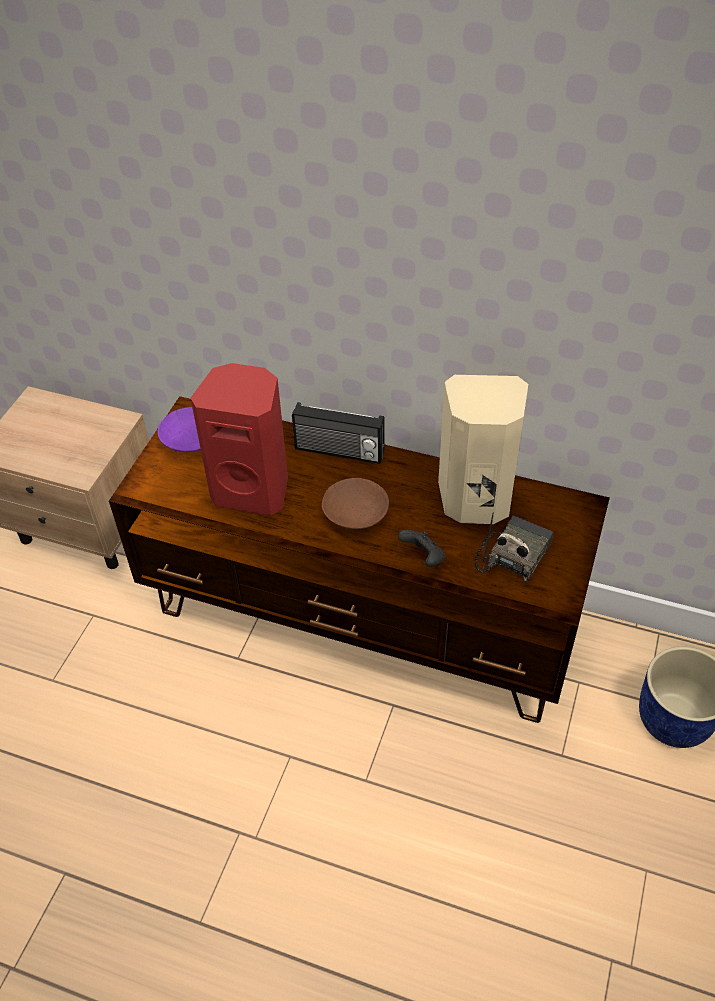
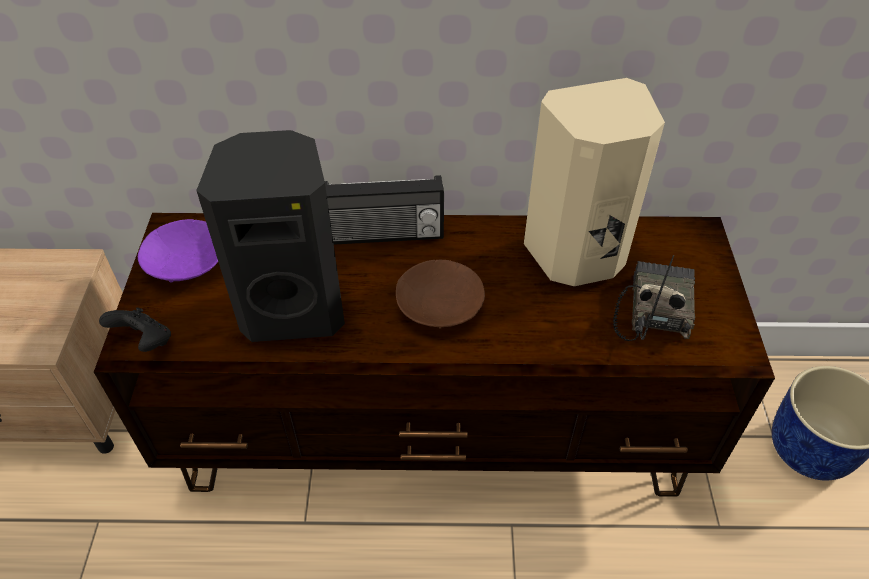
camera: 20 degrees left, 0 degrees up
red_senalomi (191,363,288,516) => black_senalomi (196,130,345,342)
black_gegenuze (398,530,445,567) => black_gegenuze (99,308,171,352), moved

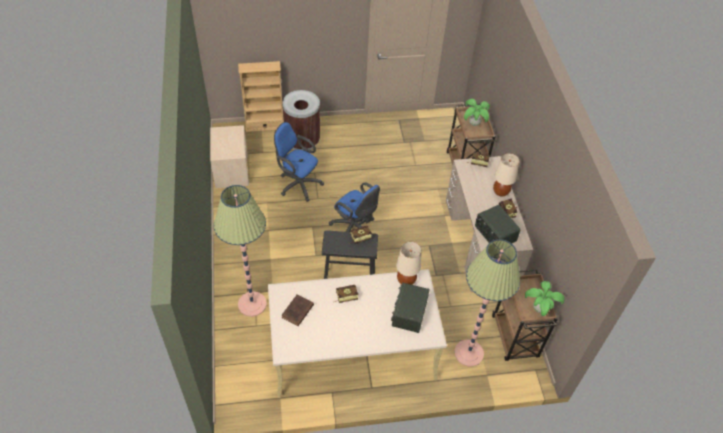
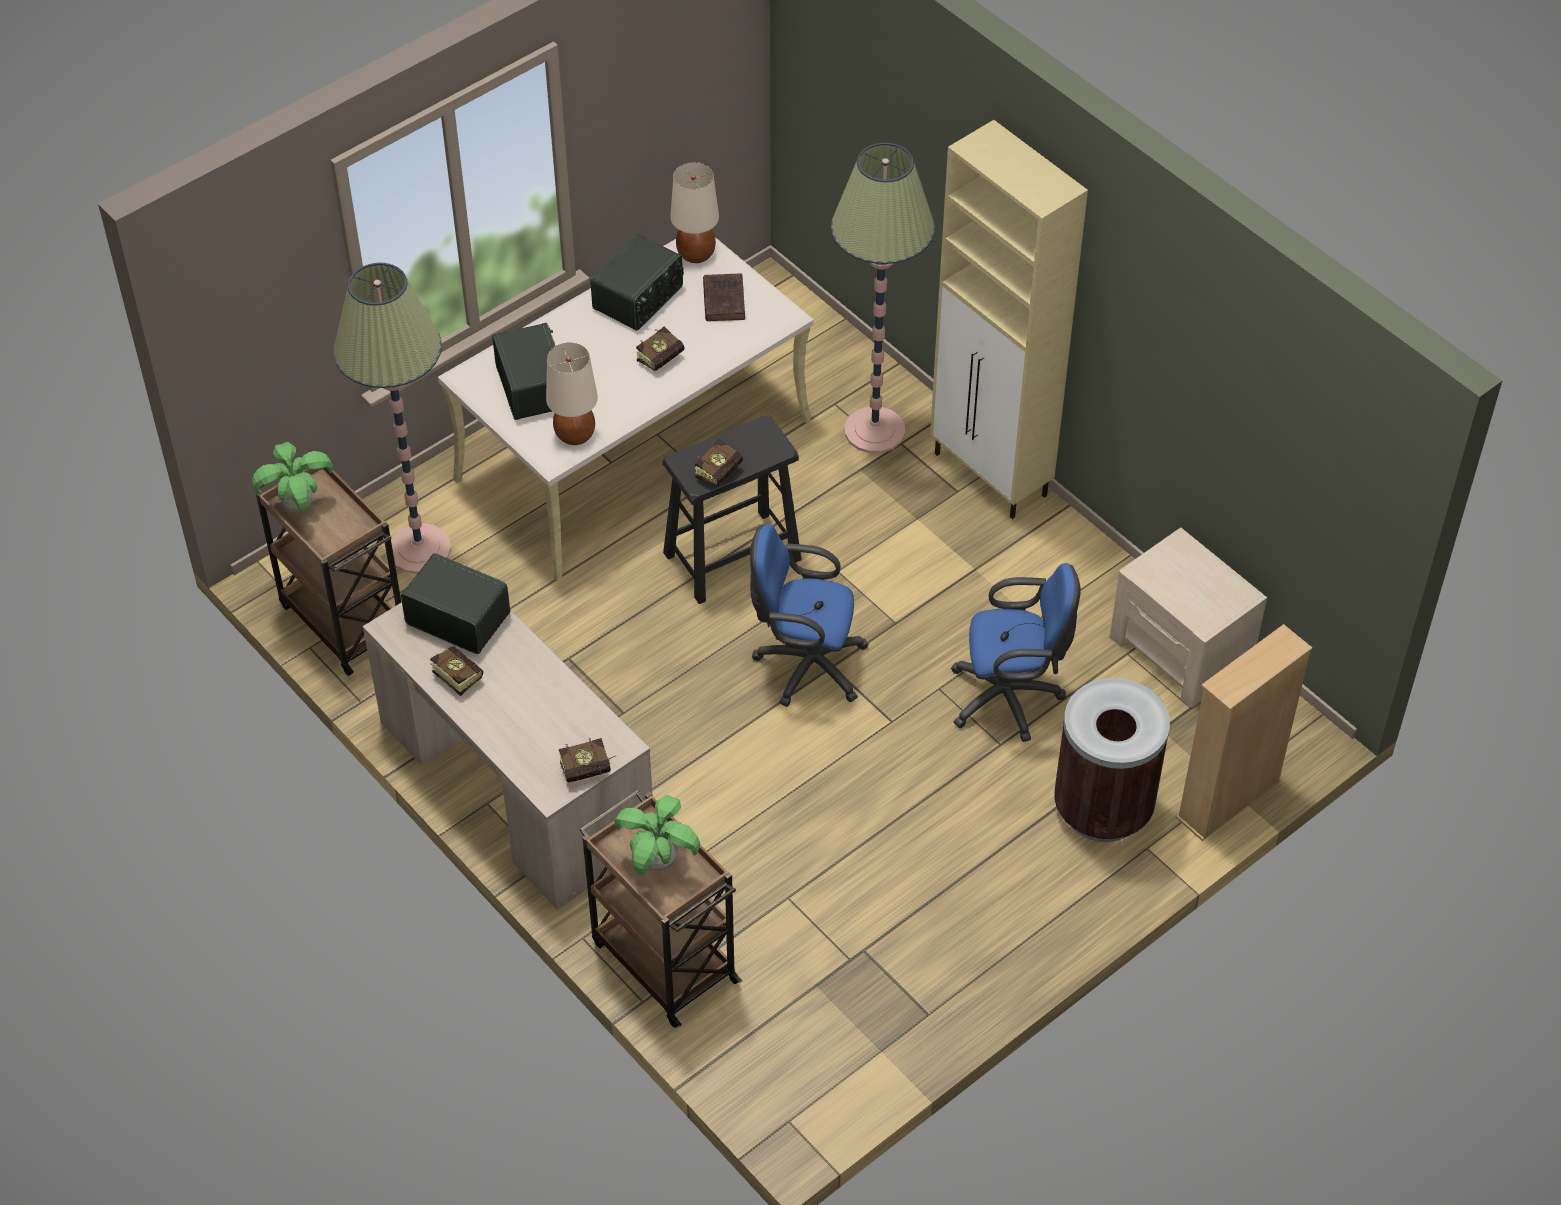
camera: 150 degrees right, 0 degrees up
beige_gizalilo (493,153,520,196) => beige_gizalilo (670,162,719,263), moved
nothing => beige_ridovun (930,120,1088,519)
nothing => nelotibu (590,234,684,331)

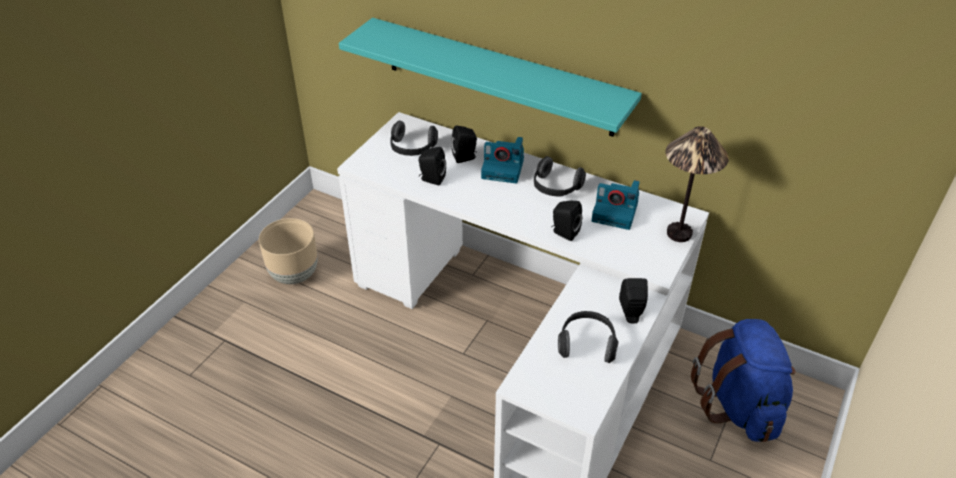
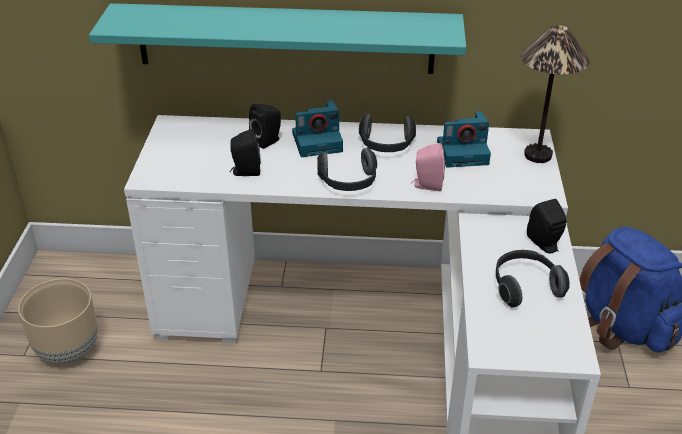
camera: 25 degrees left, 5 degrees down
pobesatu (390,121,438,156) => pobesatu (317,148,377,191), moved
black_senalomi (551,200,582,241) => pink_senalomi (411,143,445,191)

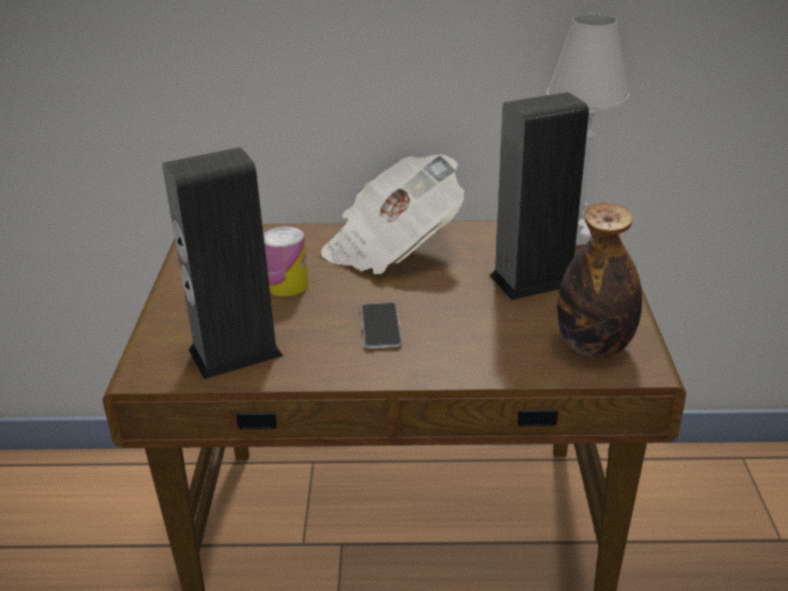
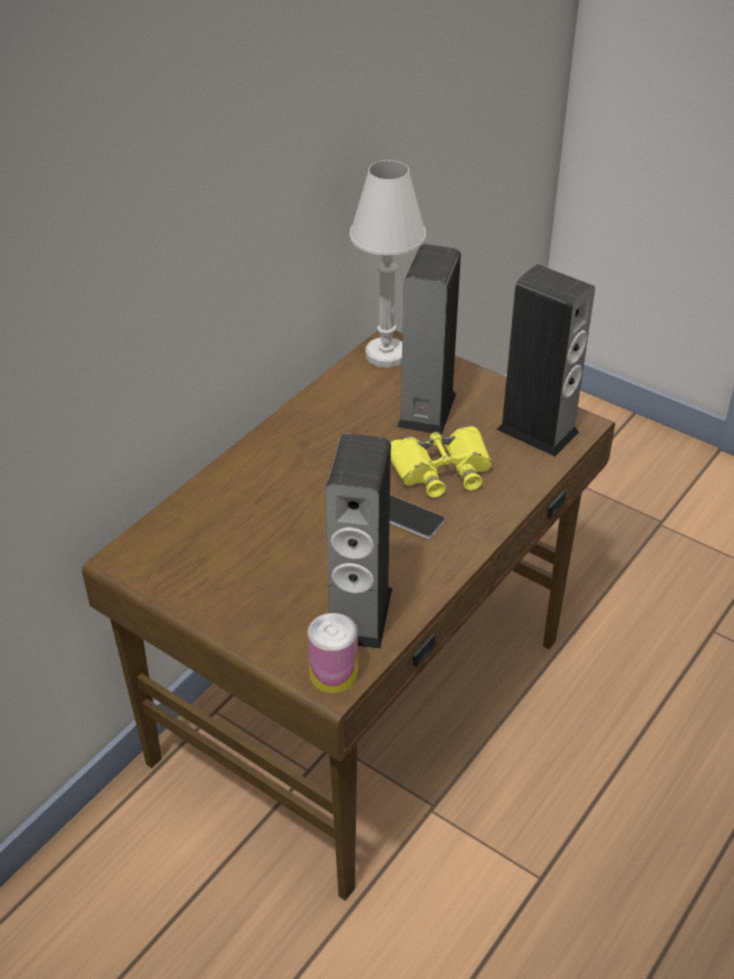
camera: 55 degrees left, 10 degrees up
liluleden (321,154,465,274) => nothing
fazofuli (557,202,642,358) => senalomi (496,264,595,457)
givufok (263,227,308,297) => givufok (308,613,358,693), moved
nothing => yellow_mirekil (390,426,492,498)

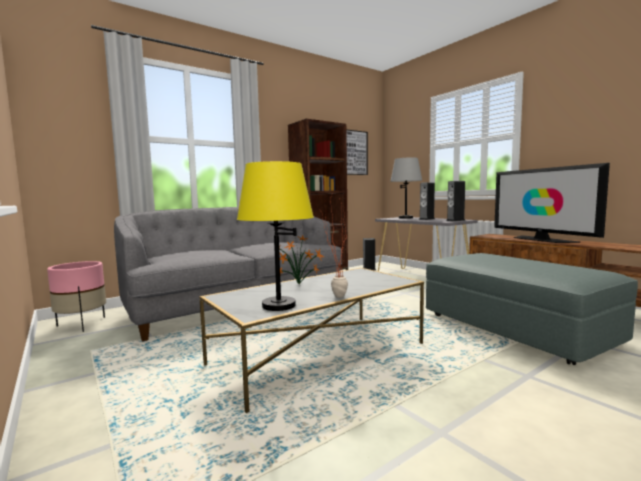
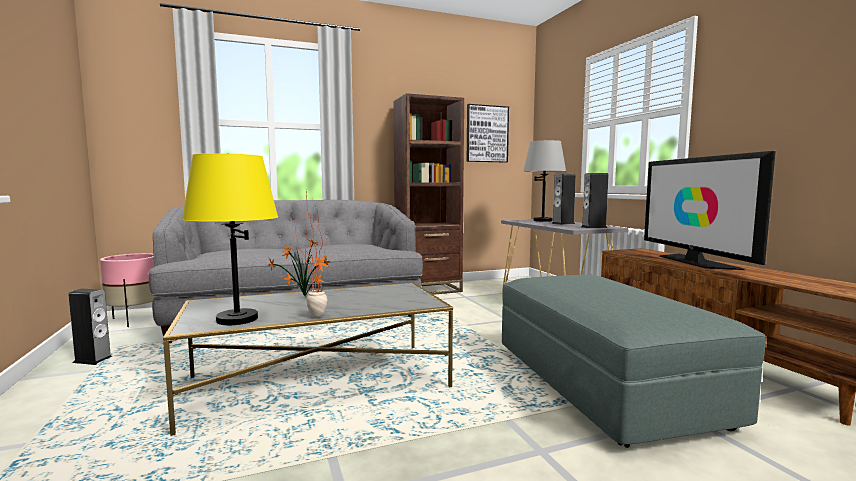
camera: 15 degrees right, 0 degrees up
senalomi (363,238,376,270) => senalomi (68,289,112,365), moved

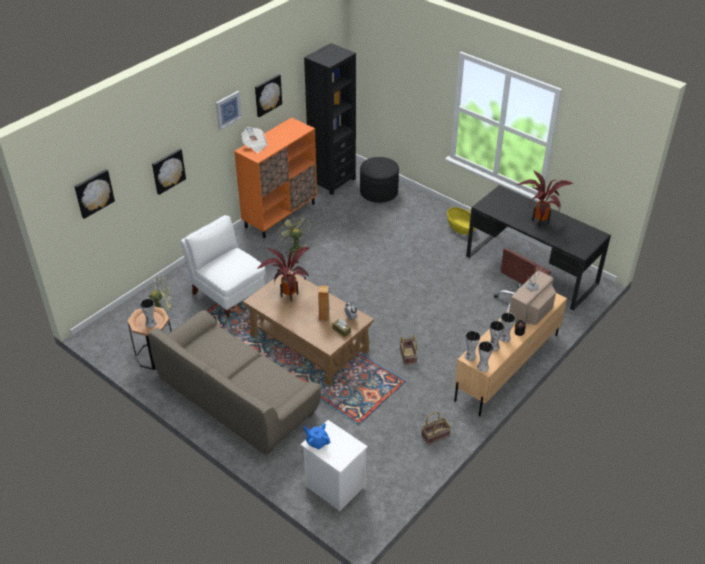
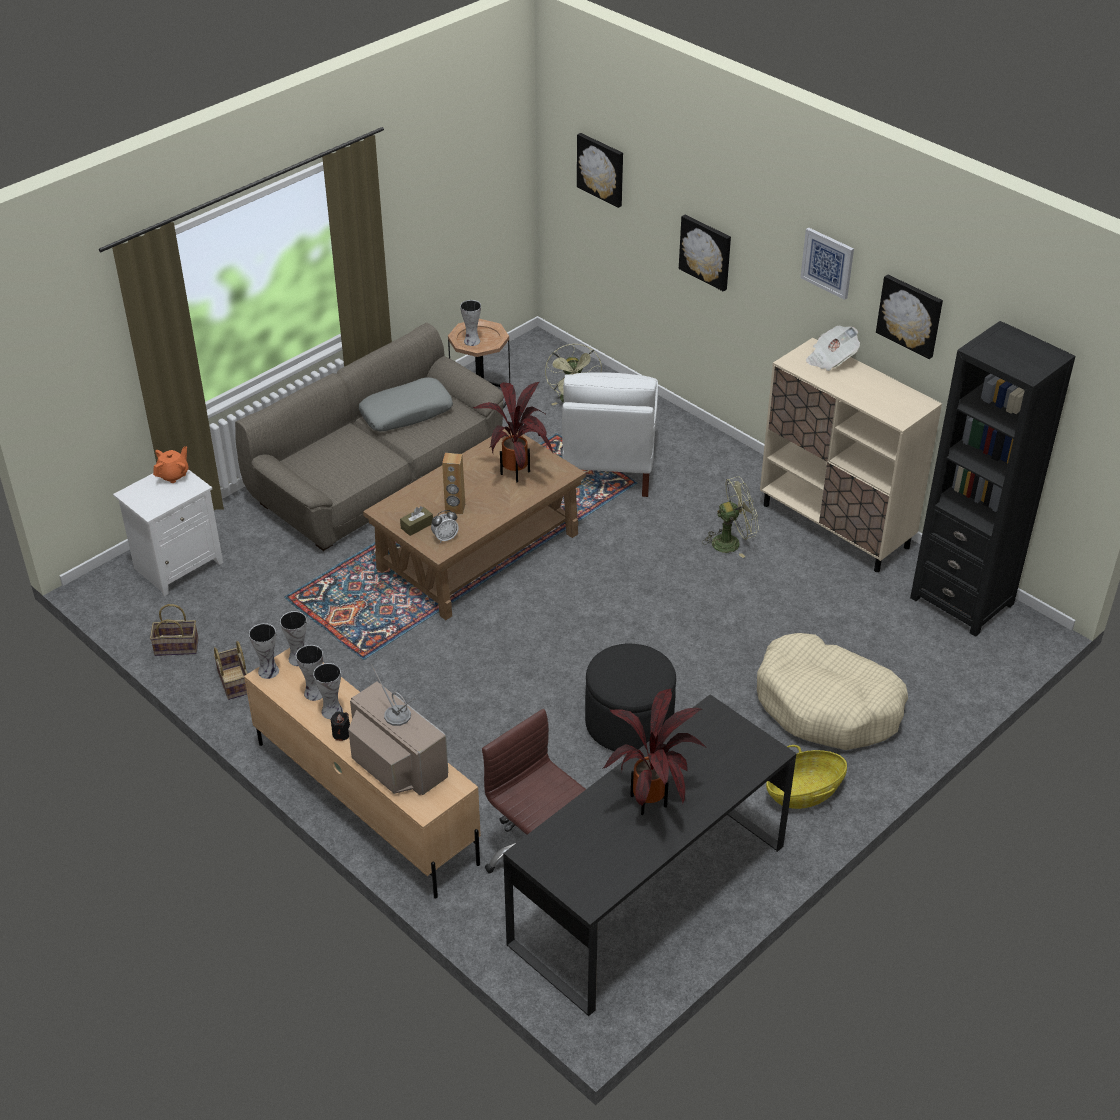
camera: 95 degrees right, 0 degrees up
orange_ridovun (234,118,317,238) => beige_ridovun (760,338,942,572)
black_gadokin (360,157,399,203) => black_gadokin (585,644,676,754), moved
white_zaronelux (181,215,265,319) => white_zaronelux (562,372,658,497), 135 degrees clockwise
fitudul (400,335,418,365) => fitudul (150,604,199,656), moved
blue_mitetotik (303,423,331,449) => orange_mitetotik (153,446,189,483)
nothing => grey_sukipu (359,377,453,431)
nothing => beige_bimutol (757,633,908,750)

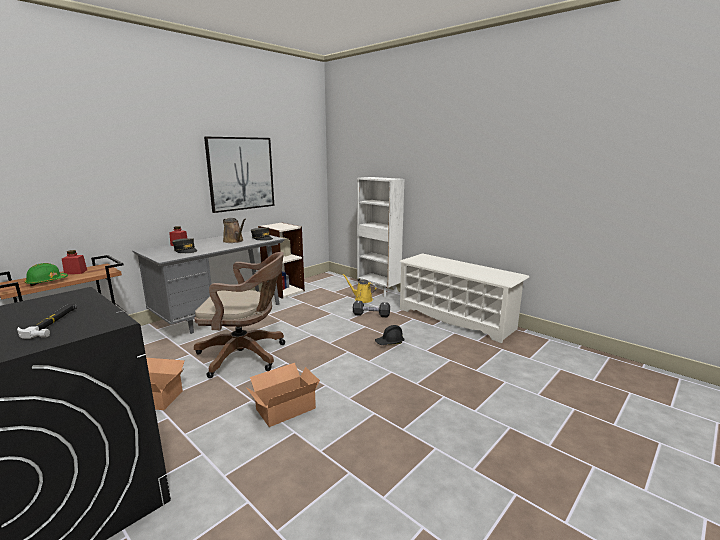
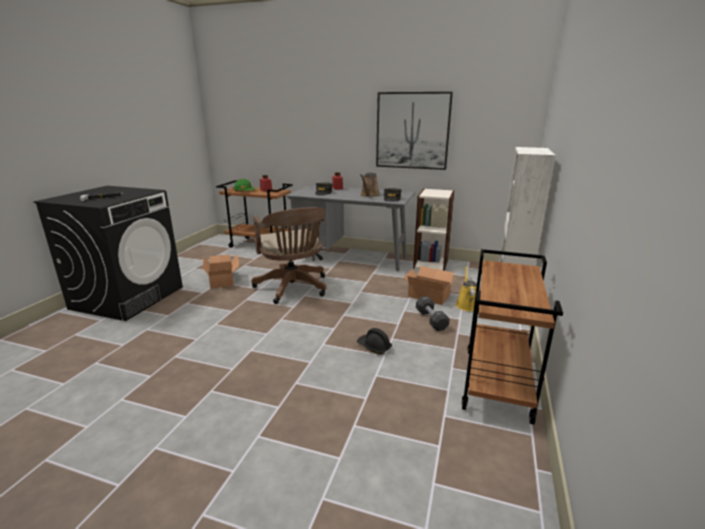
camera: 65 degrees right, 5 degrees up
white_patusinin (399,253,529,343) => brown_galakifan (462,249,563,425)
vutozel (246,363,320,427) => vutozel (404,266,455,305), moved

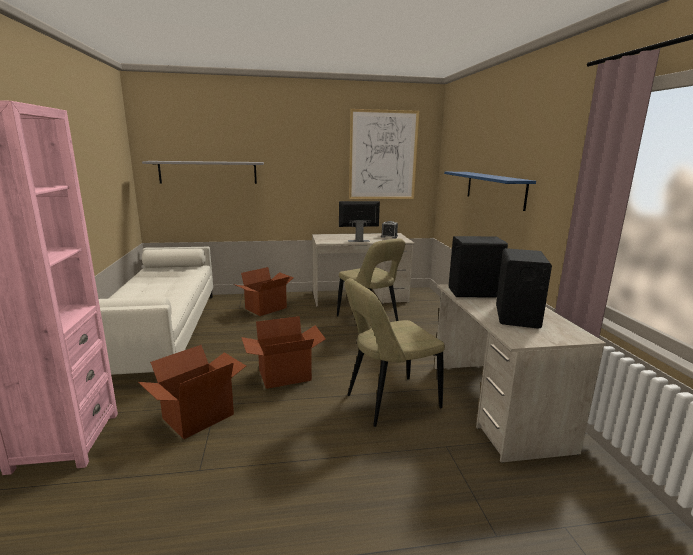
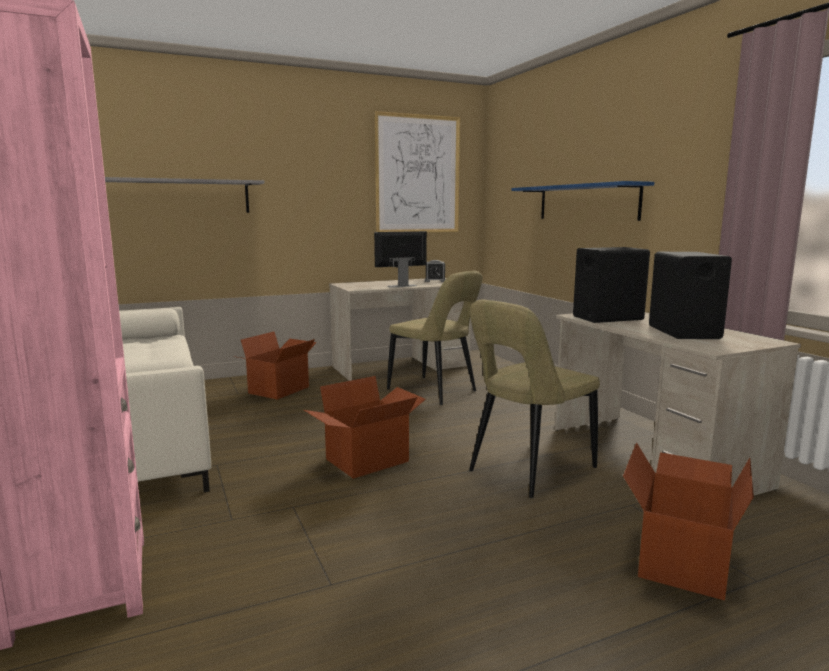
camera: 15 degrees left, 5 degrees down
vutozel (138,345,246,439) => vutozel (623,443,754,601), moved

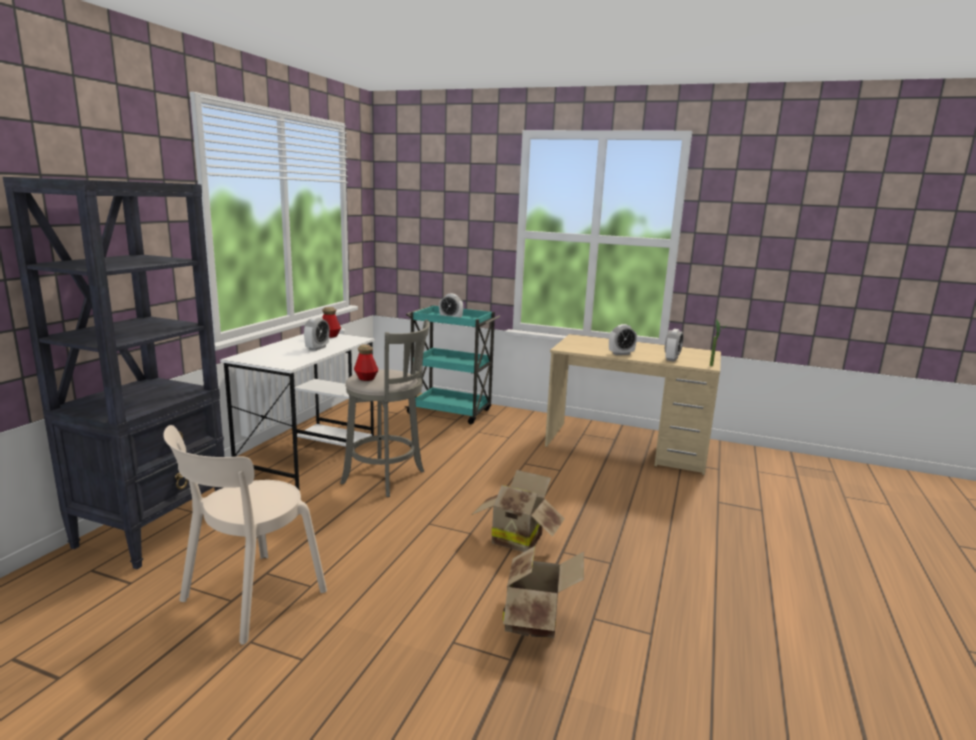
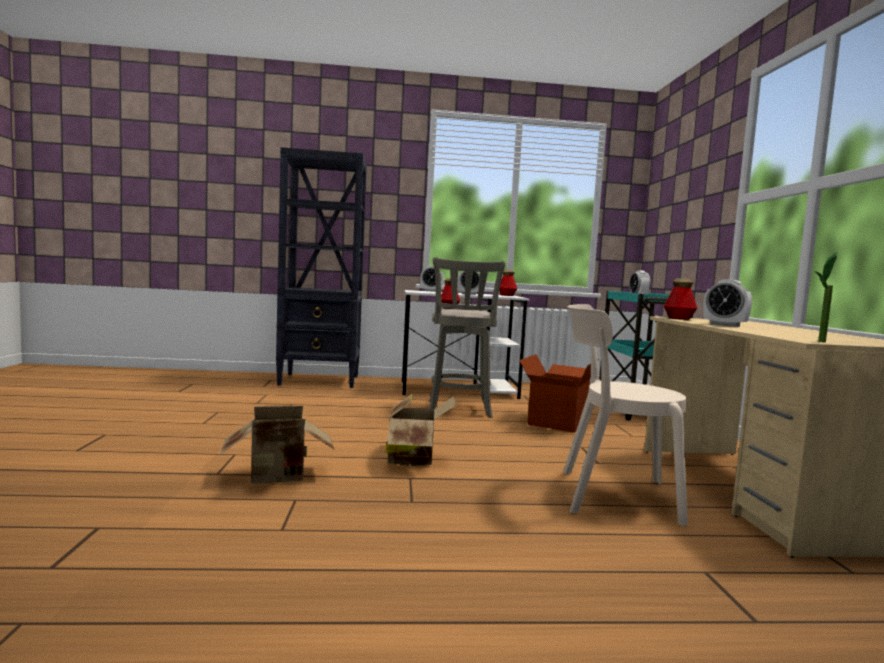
camera: 65 degrees right, 10 degrees down
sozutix (665,329,683,362) => sozutix (420,266,443,292), moved
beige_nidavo (163,425,327,645) => beige_nidavo (563,304,688,526), moved
nothing => fazofuli (664,278,697,320)
nothing => vutozel (519,354,599,433)

